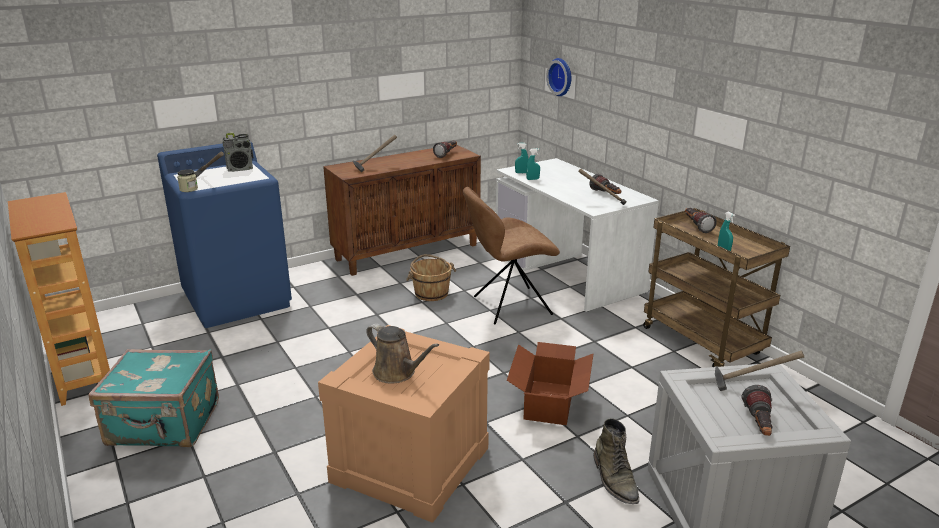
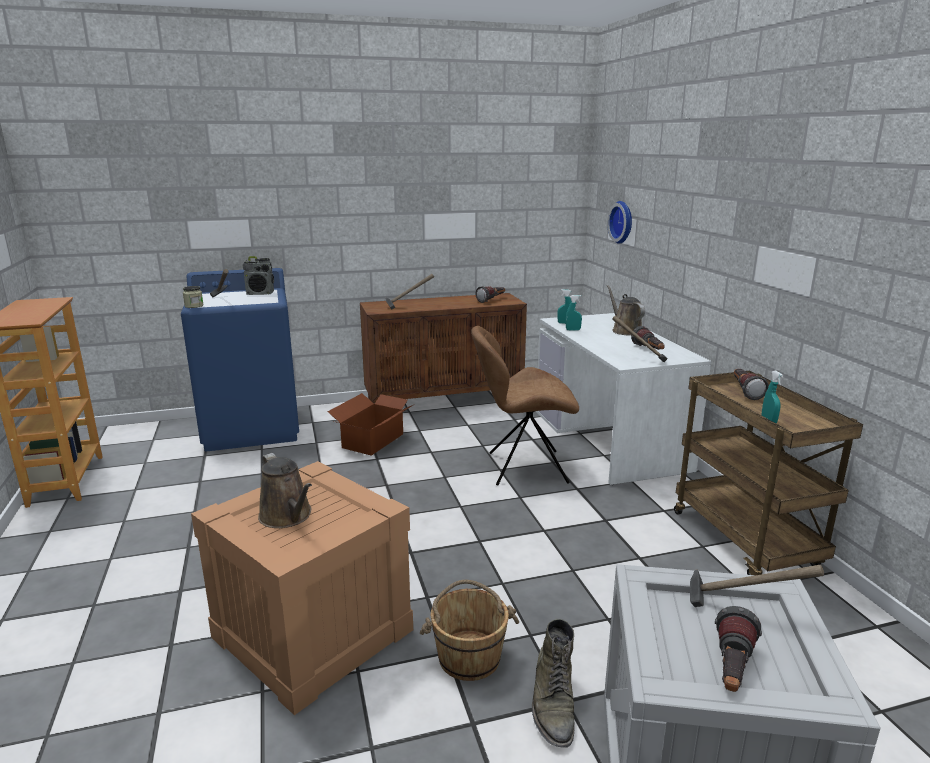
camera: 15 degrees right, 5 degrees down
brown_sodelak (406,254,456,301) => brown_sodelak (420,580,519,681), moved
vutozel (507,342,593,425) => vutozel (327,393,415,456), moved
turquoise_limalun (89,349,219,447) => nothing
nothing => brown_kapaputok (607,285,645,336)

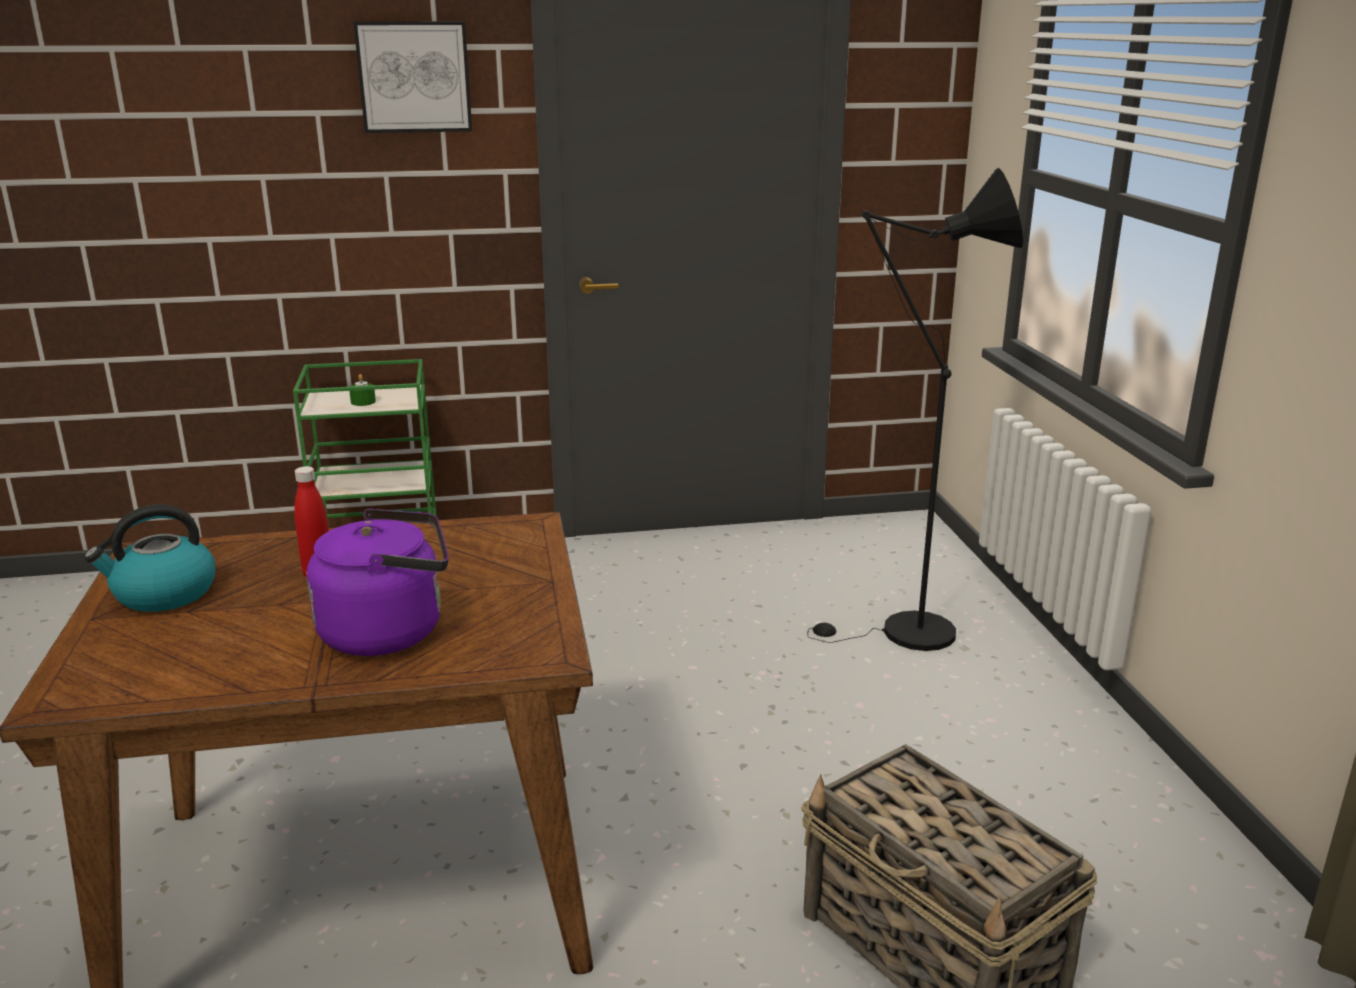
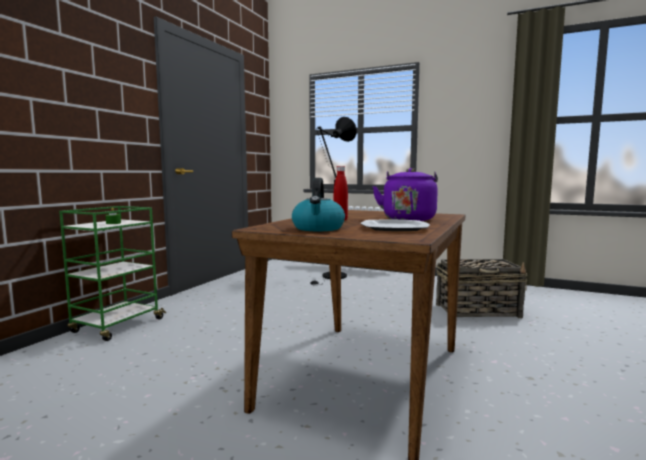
camera: 55 degrees left, 15 degrees down
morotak (353,21,472,133) => nothing
nothing => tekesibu (361,219,430,231)

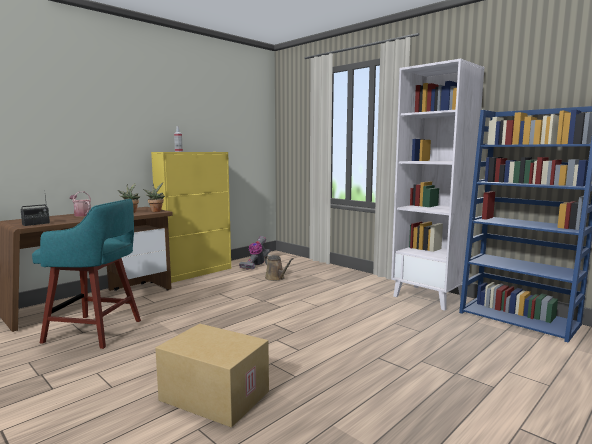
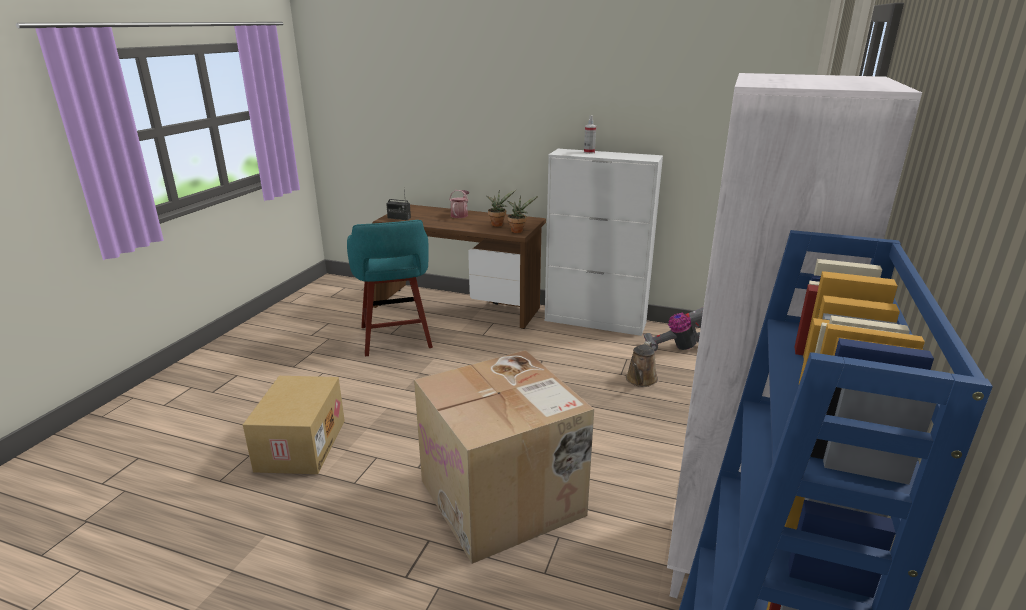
camera: 65 degrees right, 15 degrees up
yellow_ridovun (151,152,231,283) => white_ridovun (545,149,663,336)
nothing => vutozel (414,350,594,564)

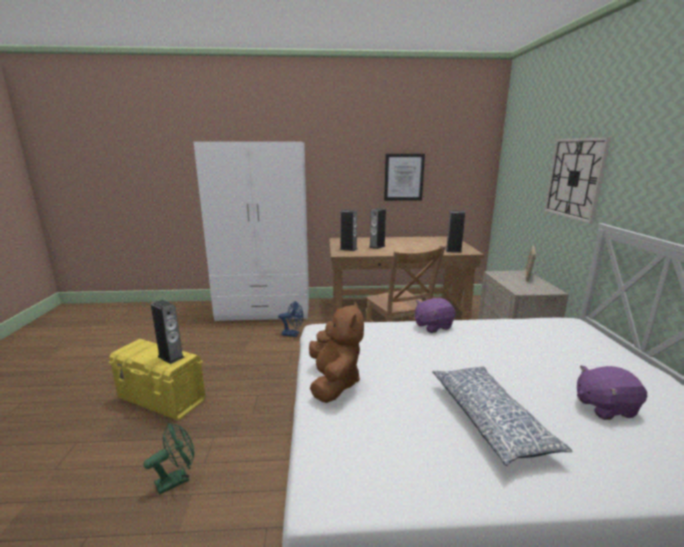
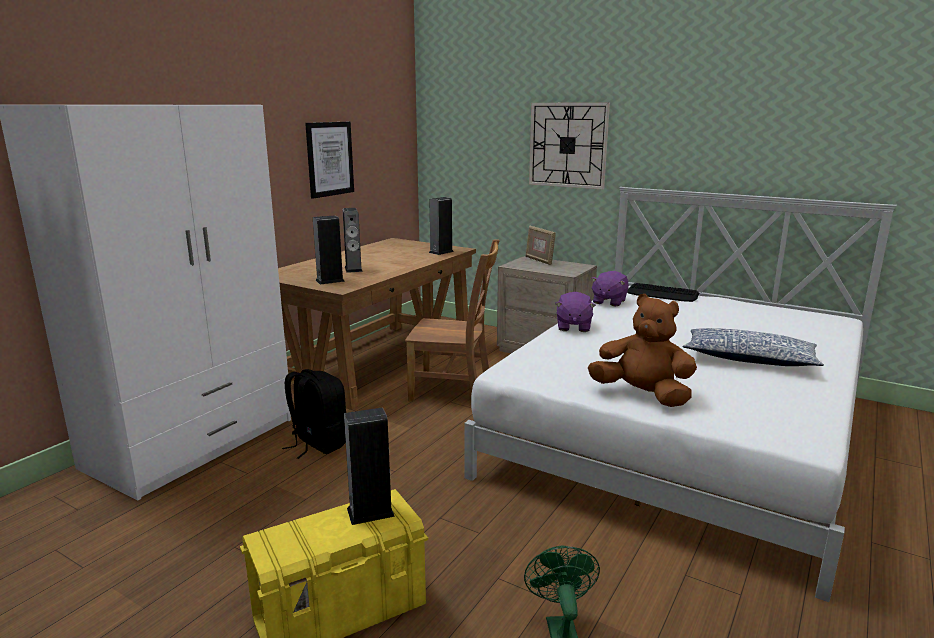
camera: 55 degrees left, 0 degrees up
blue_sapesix (278,301,304,337) => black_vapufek (282,369,346,459)
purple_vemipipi (577,366,647,420) => purple_vemipipi (591,271,629,307), moved
nothing => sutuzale (627,283,699,302)

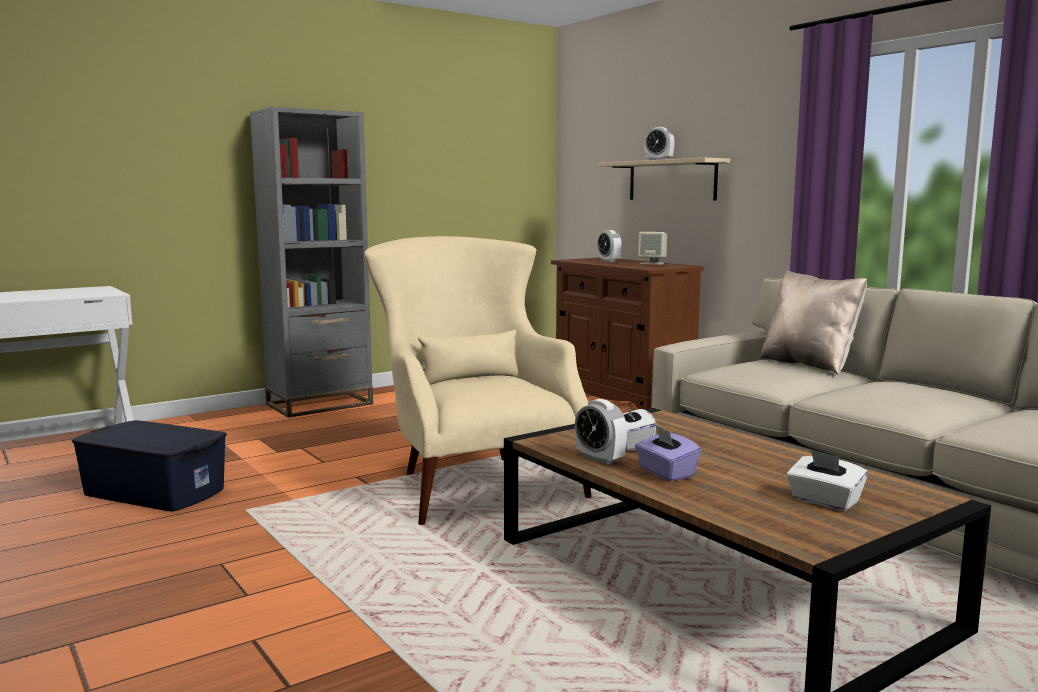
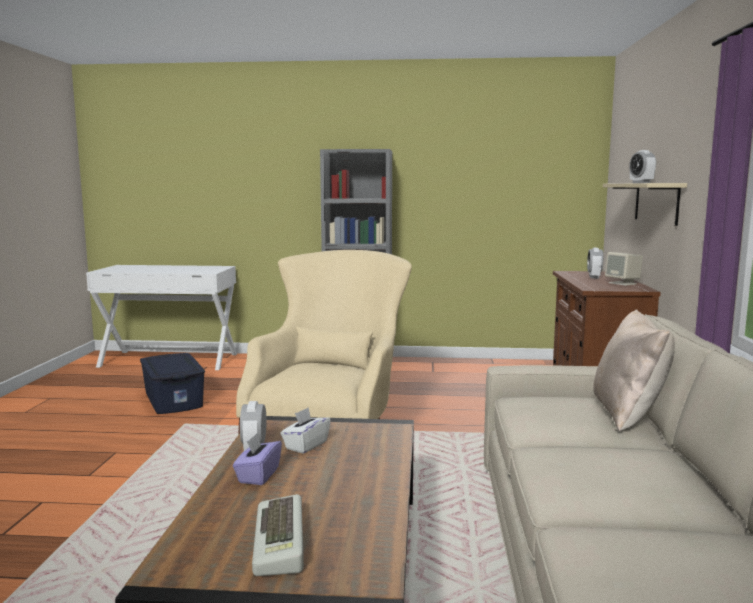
camera: 40 degrees right, 0 degrees up
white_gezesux (787,450,868,511) => sutuzale (252,494,304,576)

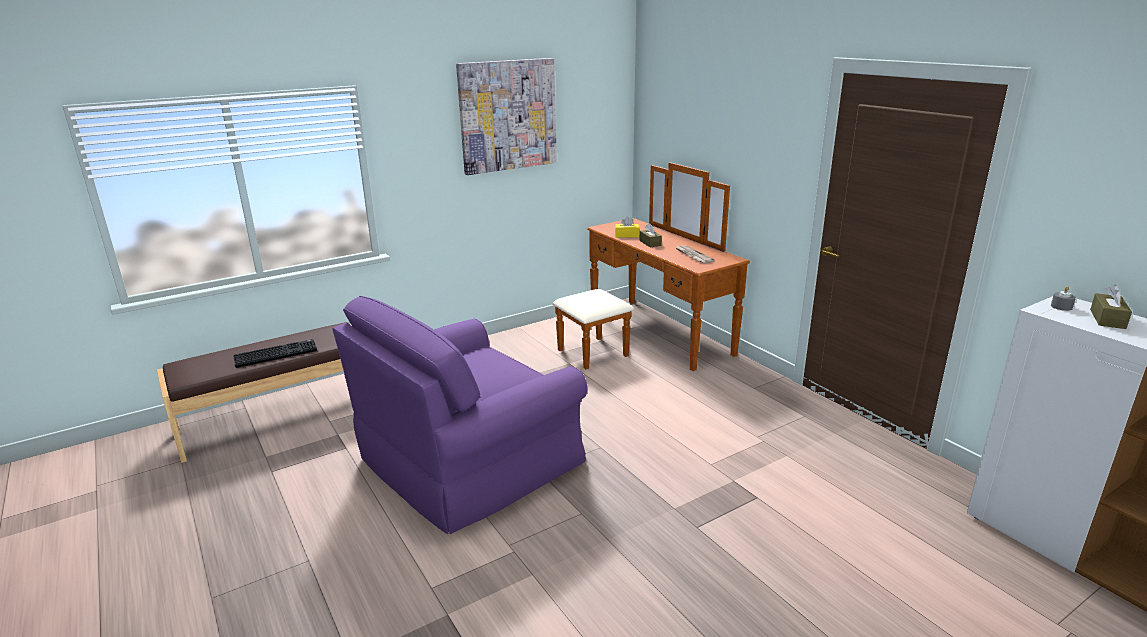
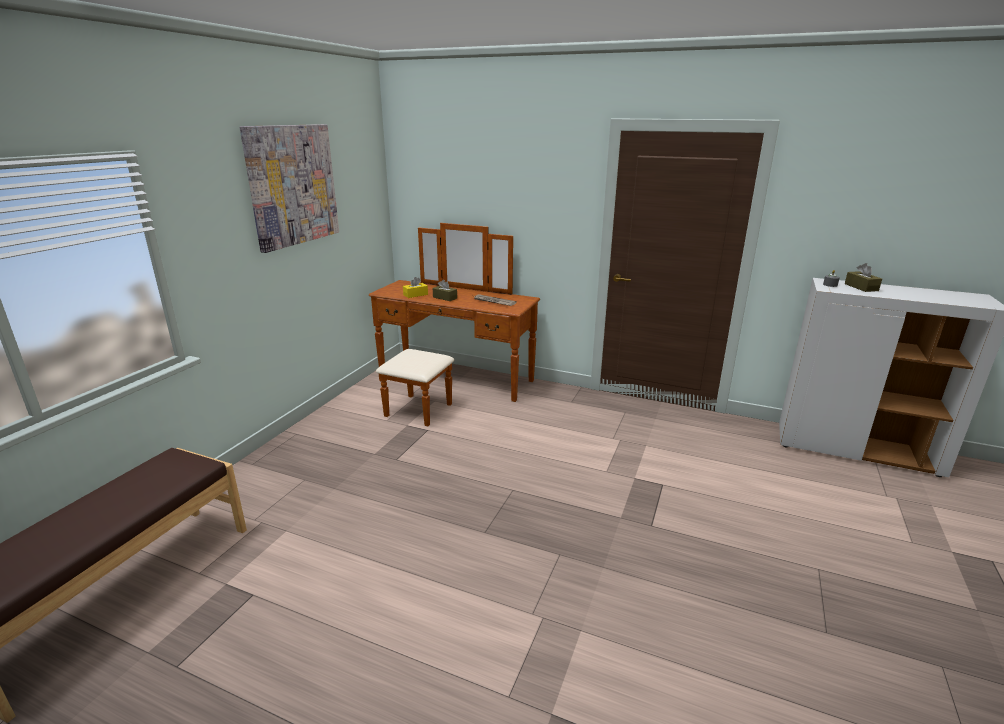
camera: 35 degrees left, 0 degrees up
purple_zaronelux (332,296,587,534) => nothing
sutuzale (233,339,317,368) => nothing

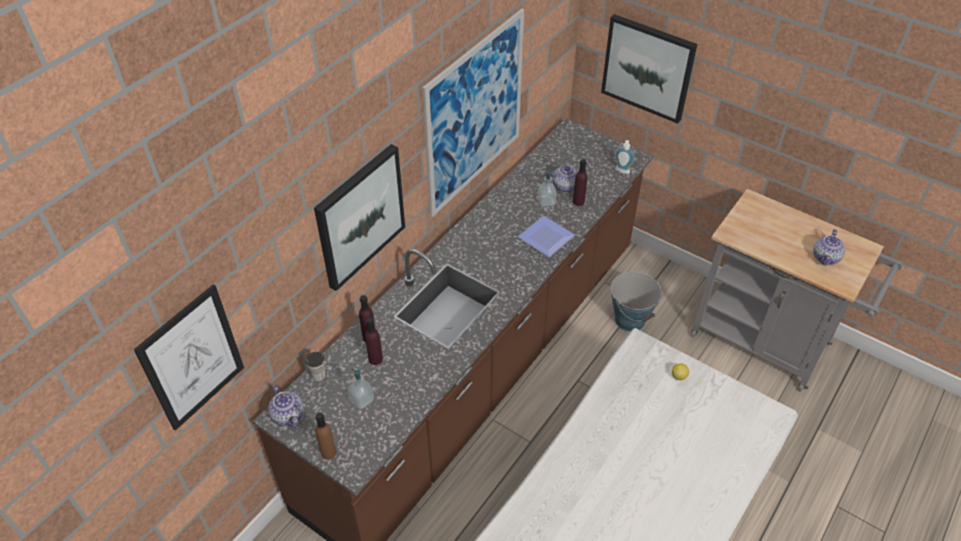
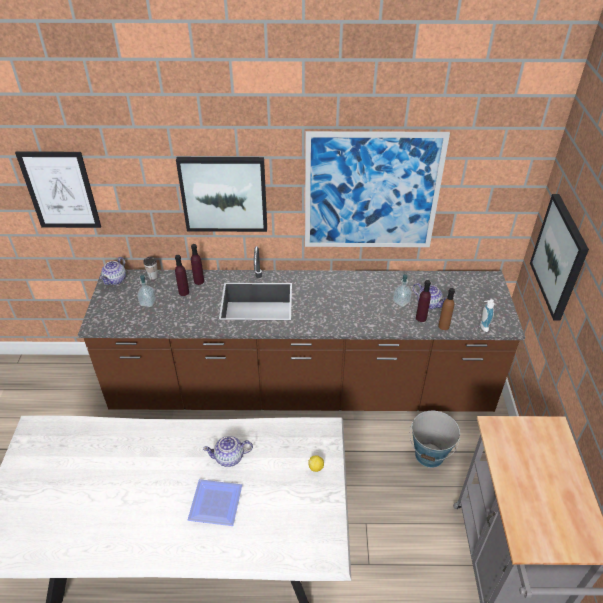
camera: 55 degrees right, 5 degrees down
tekesibu (517,216,575,257) => tekesibu (188,479,242,526), moved
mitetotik (813,229,845,265) => mitetotik (203,436,253,467), moved
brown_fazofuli (315,412,337,460) => brown_fazofuli (438,288,455,330), moved

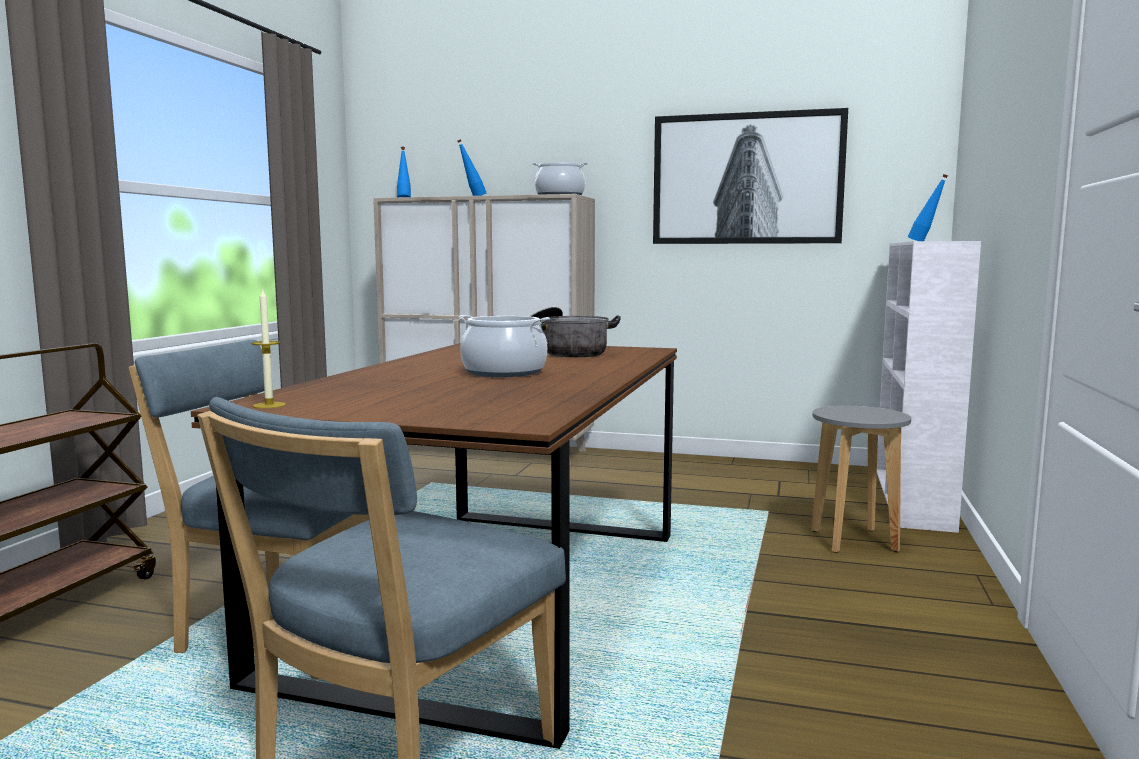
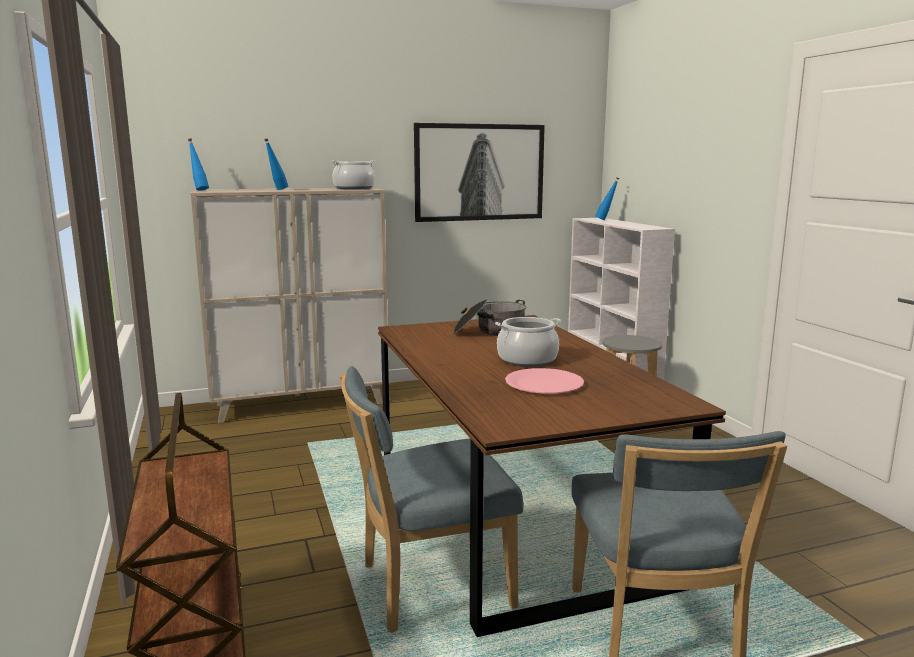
camera: 35 degrees left, 5 degrees up
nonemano (251,290,286,409) => nothing
nothing => pink_tekesibu (505,368,584,394)

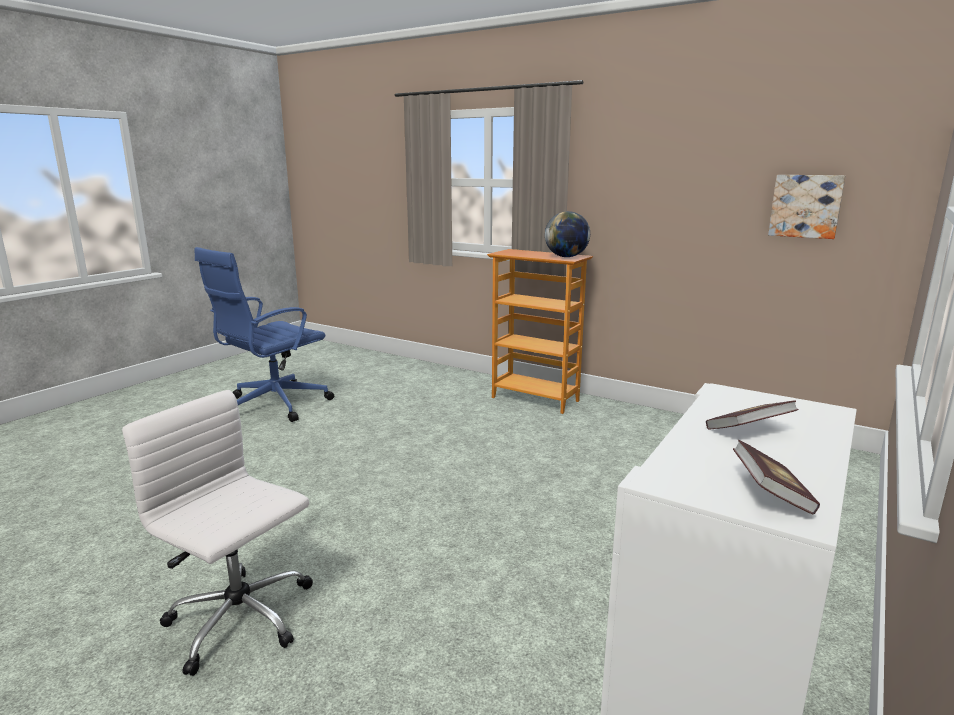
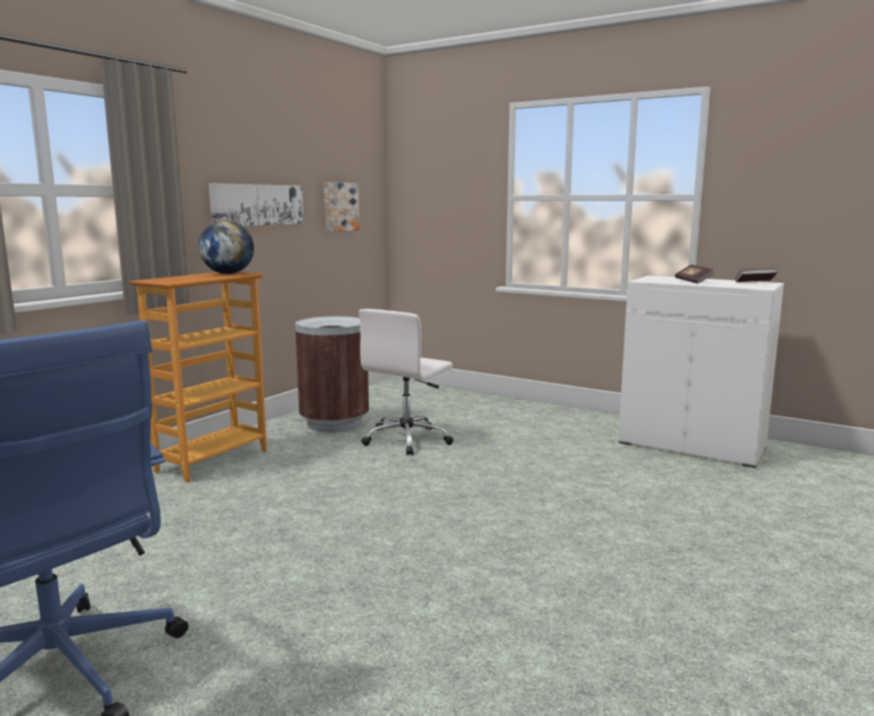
camera: 90 degrees left, 5 degrees down
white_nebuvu (122,390,313,676) => white_nebuvu (359,309,454,455), moved
nothing => morotak (209,183,304,226)
nothing => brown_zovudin (295,316,369,432)

